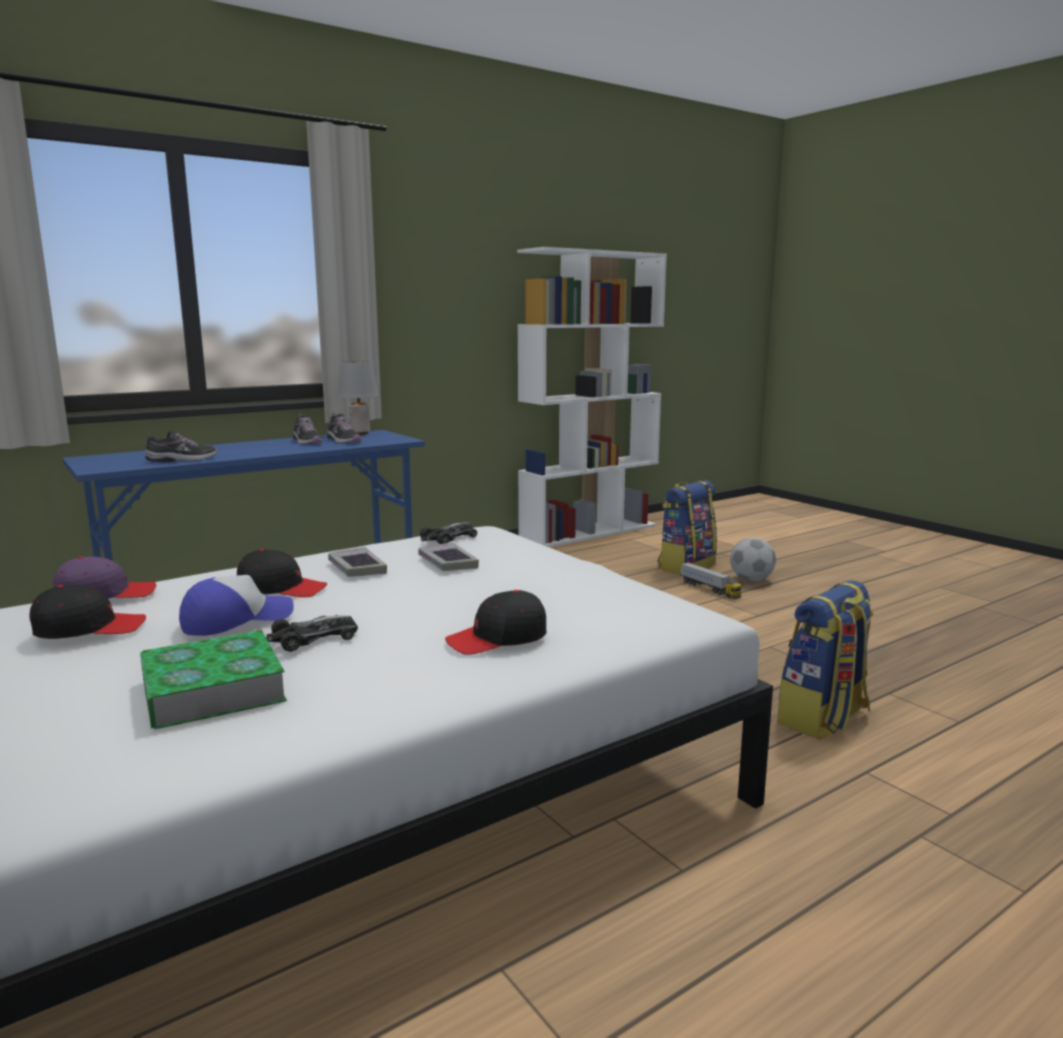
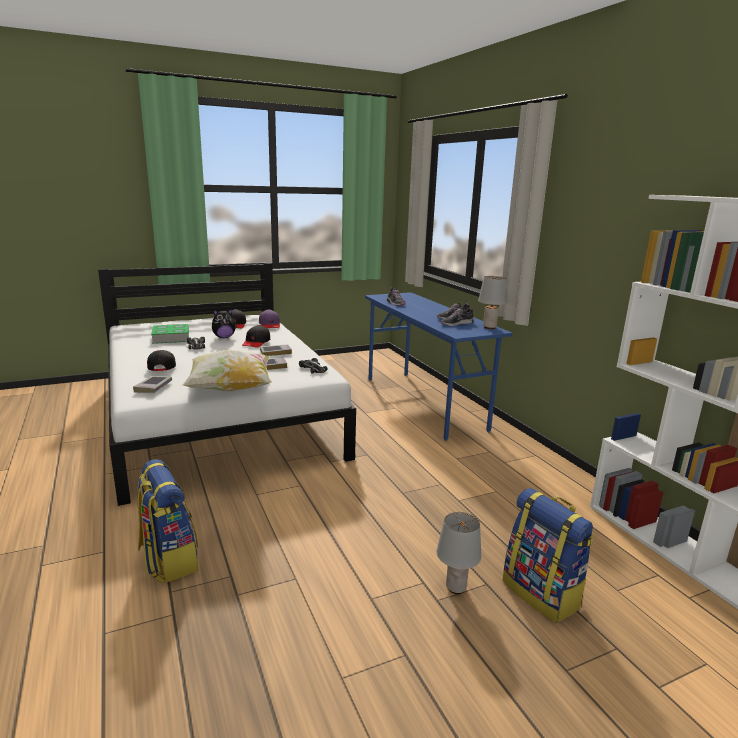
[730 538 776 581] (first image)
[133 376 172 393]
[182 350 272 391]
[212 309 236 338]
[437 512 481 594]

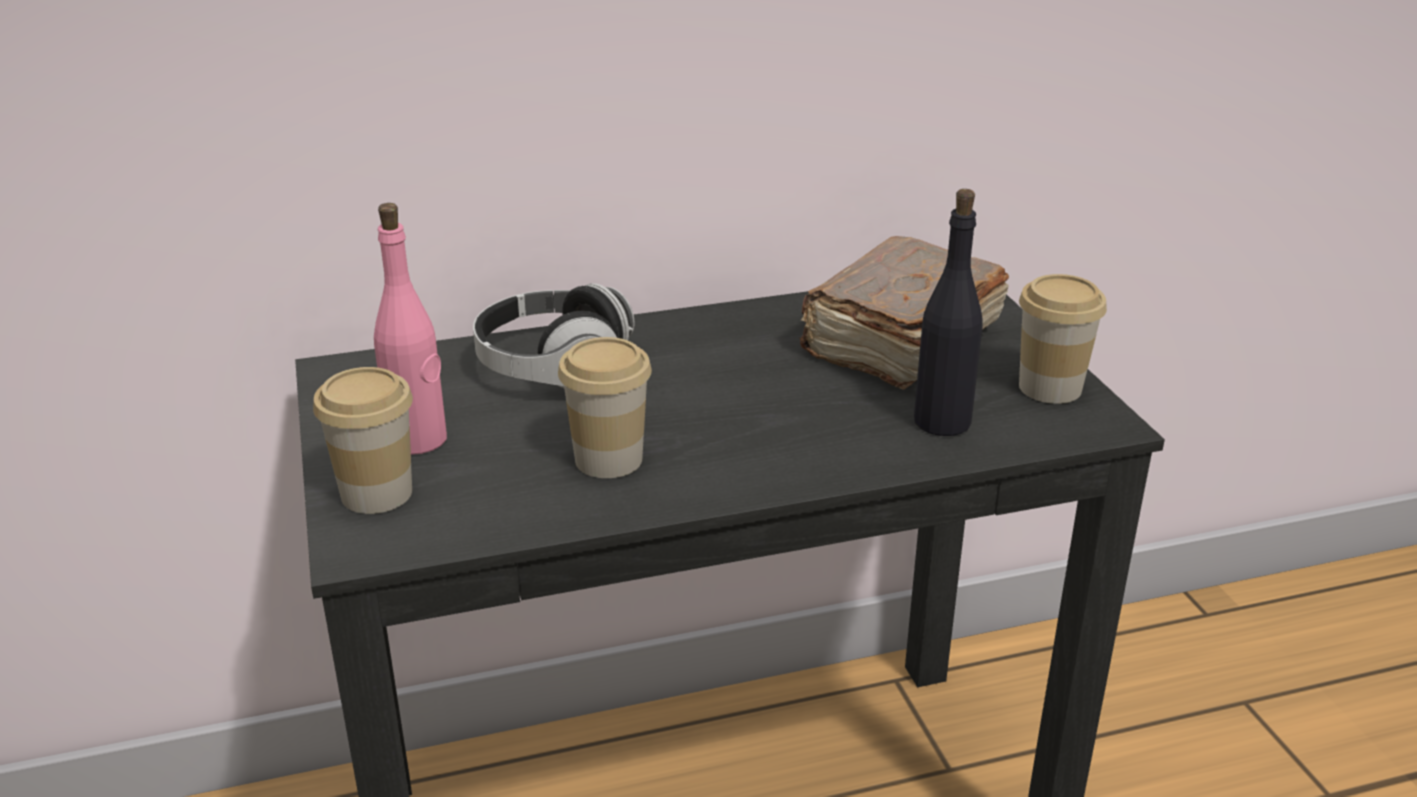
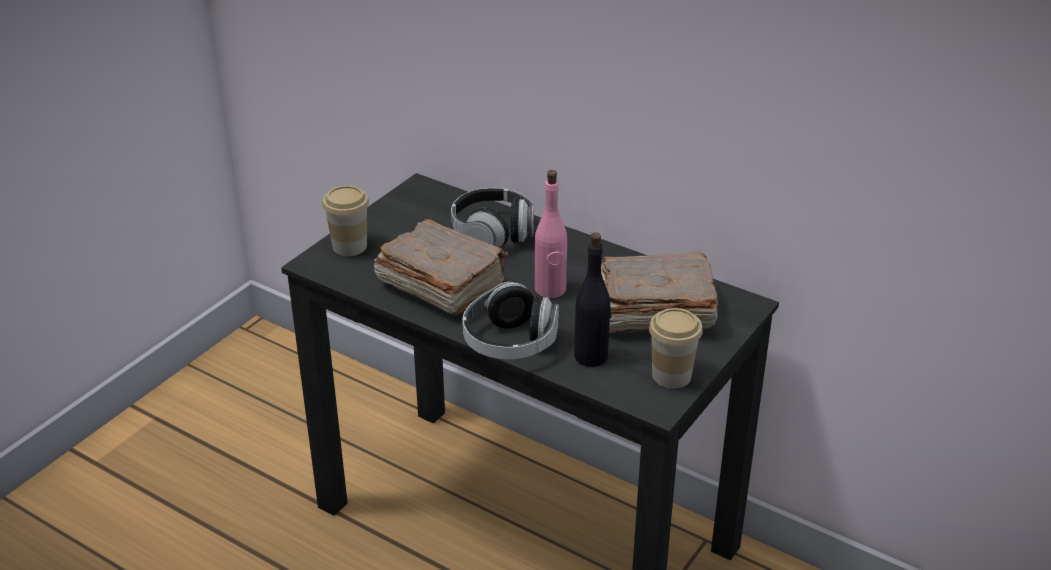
[462 282 559 359]
[535 170 567 298]
[374 219 508 315]

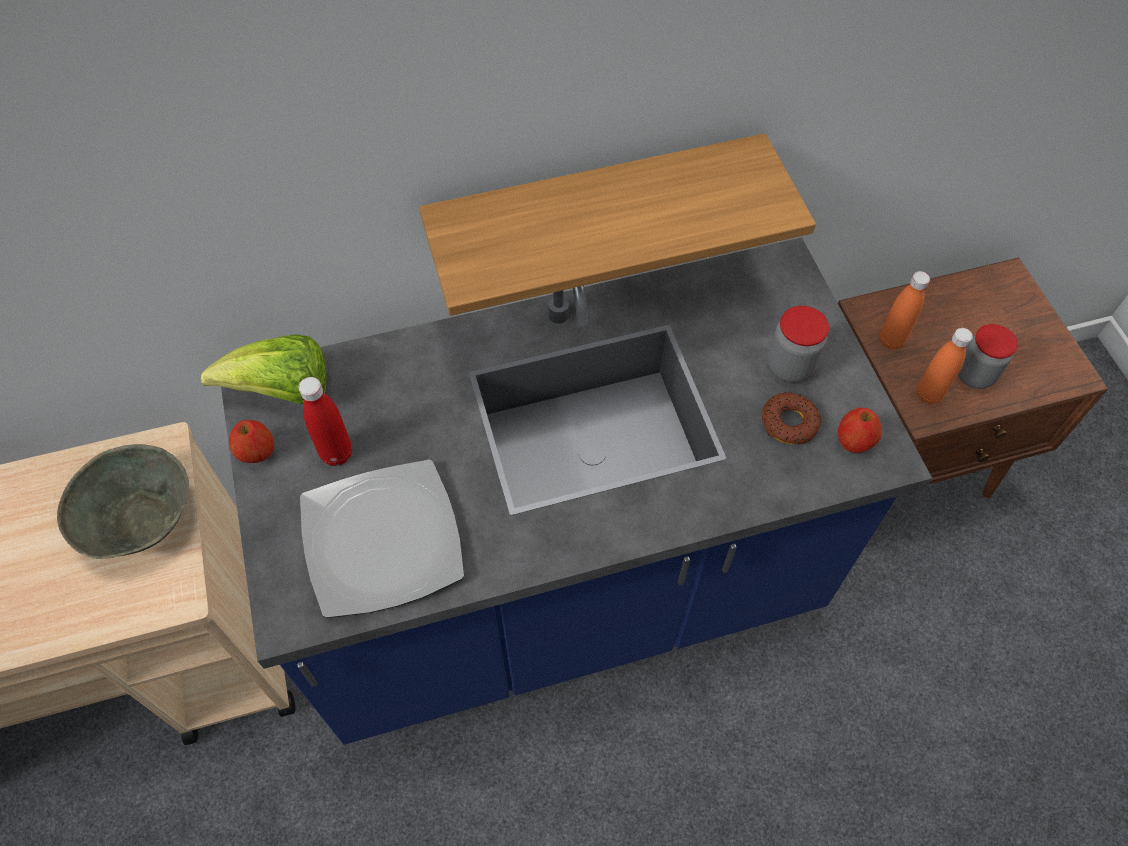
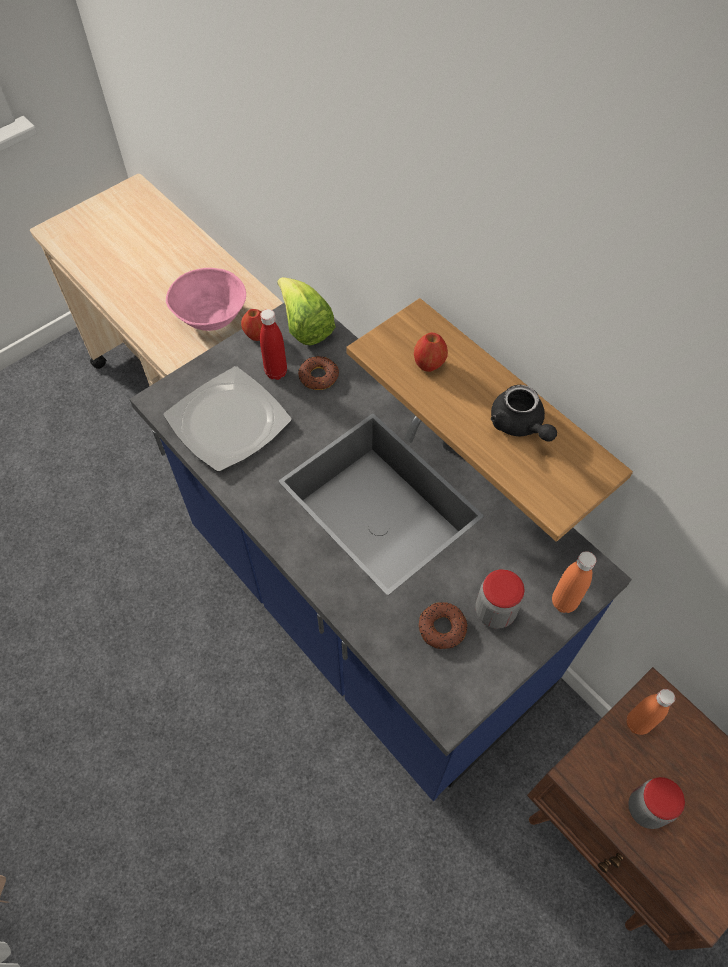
[298 356 339 390]
[491 385 557 442]
[414 332 448 372]
[552 551 596 613]
[166 268 246 331]

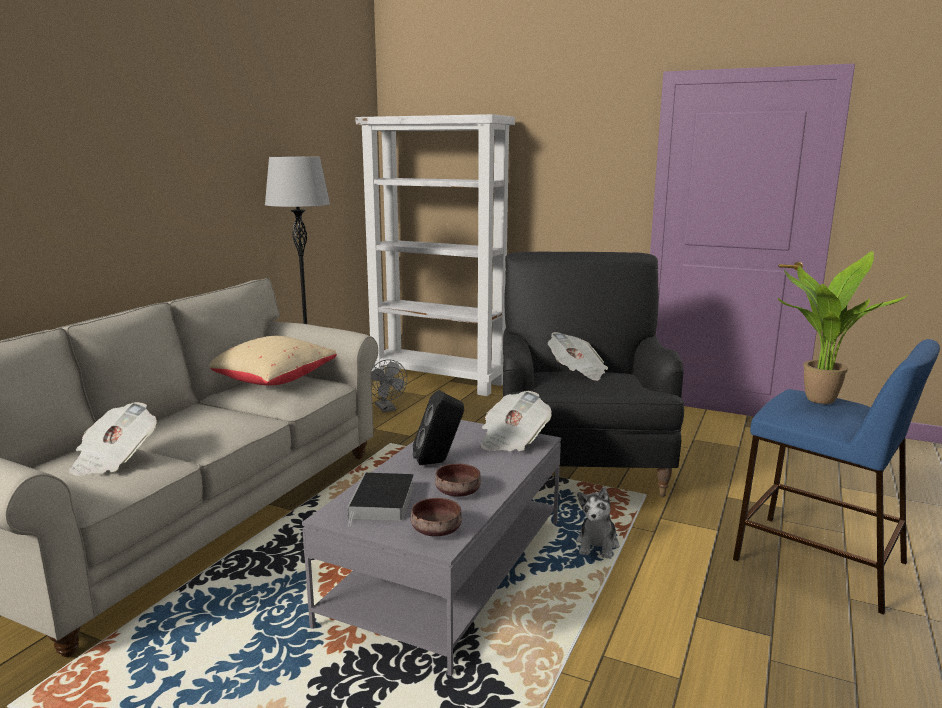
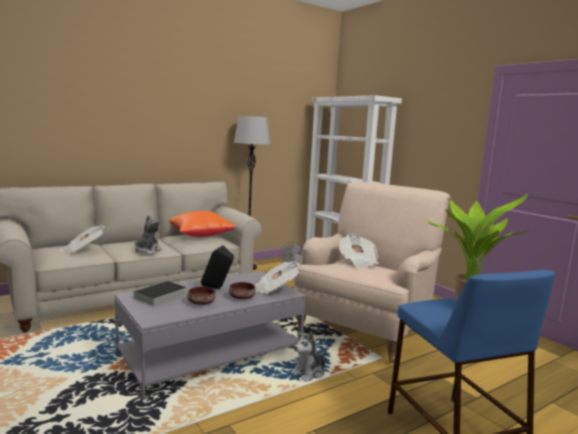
[135 215 162 255]
[229 282 256 299]
[170 211 235 237]
[294 182 450 363]

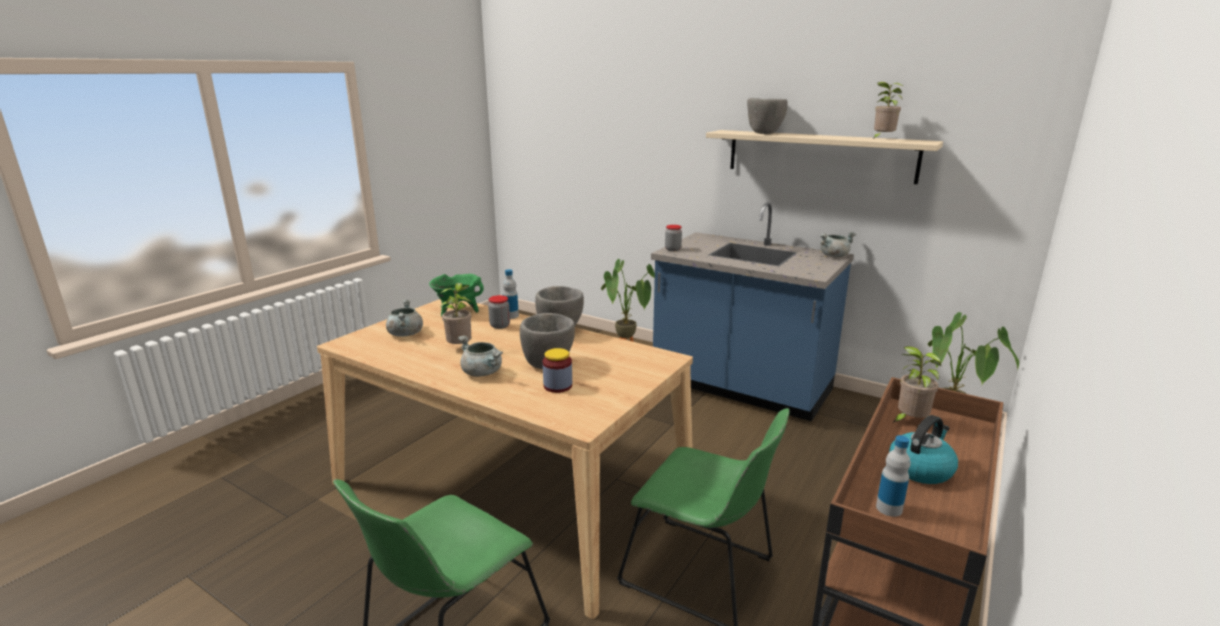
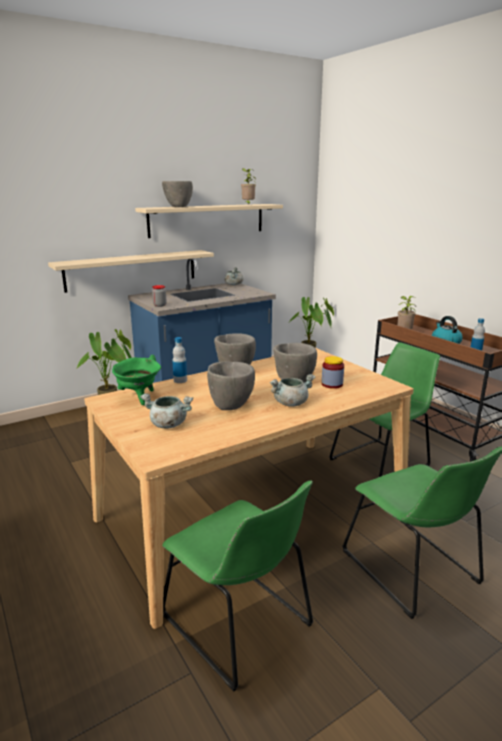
[488 295 510 329] (first image)
[48 250 214 293]
[163 481 313 692]
[207 361 255 410]

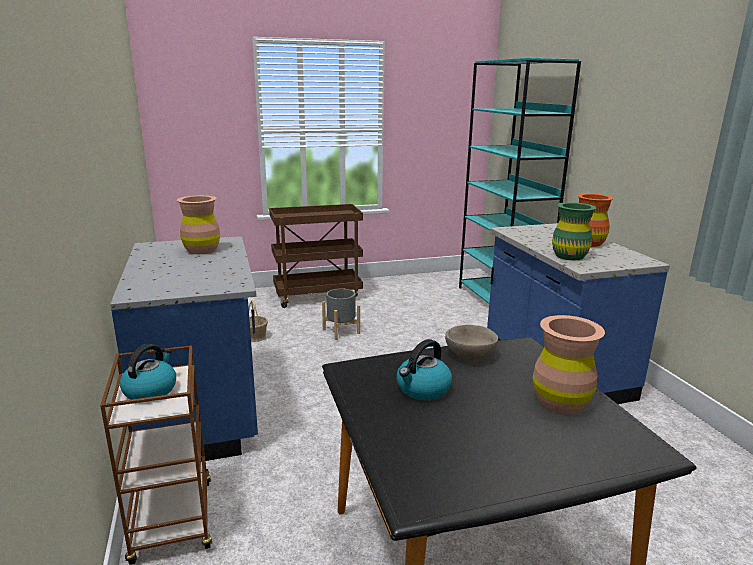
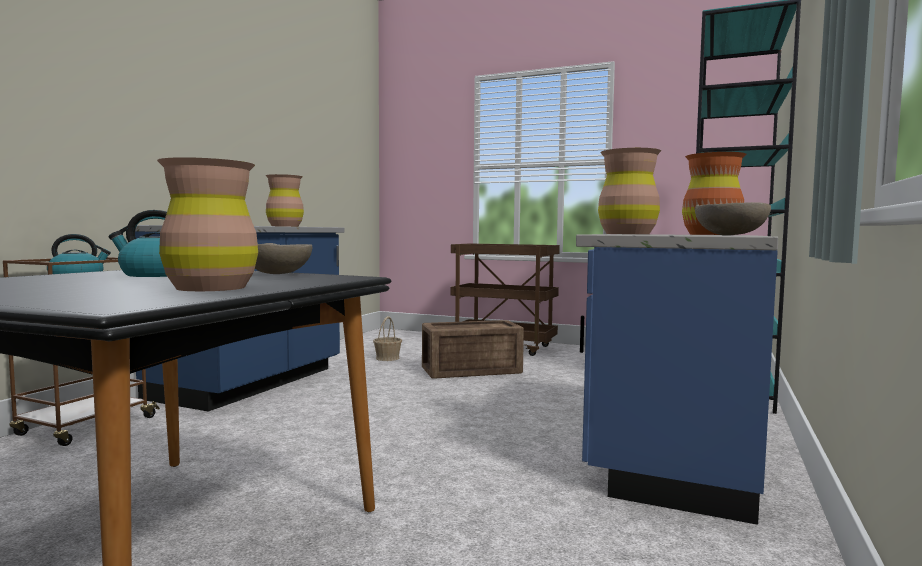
[694 202 771 235]
[422 320 524 379]
[598 148 661 234]

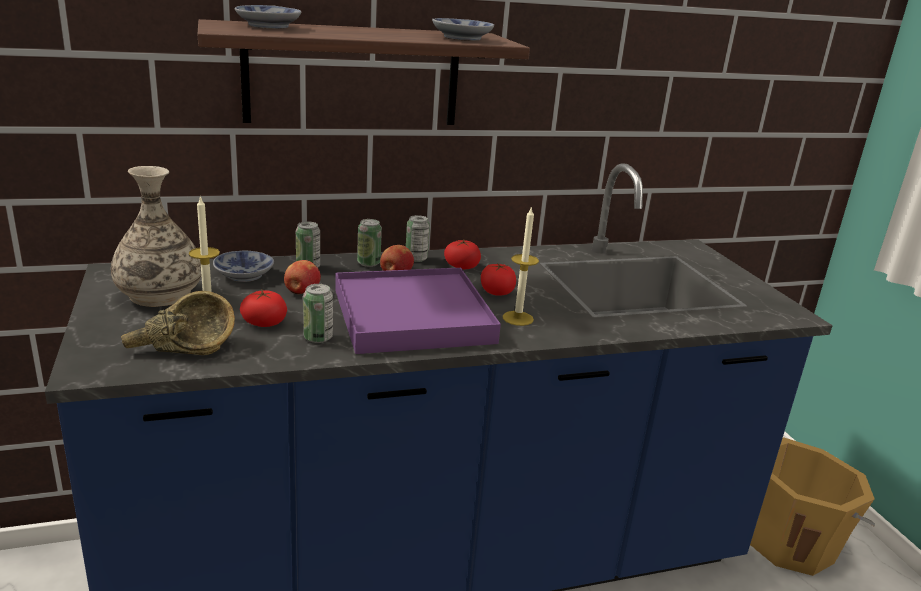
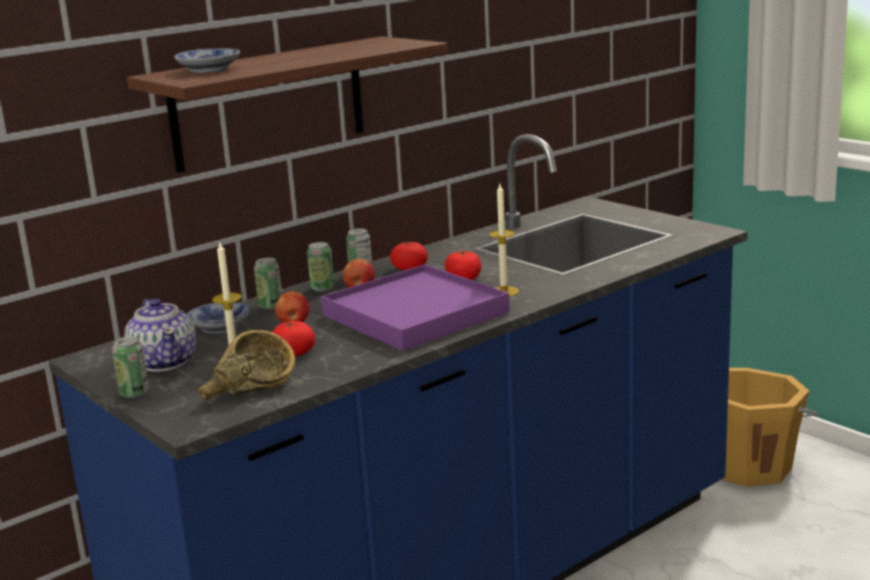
[432 18 494 41] (first image)
[112 336 149 398]
[124 298 197 372]

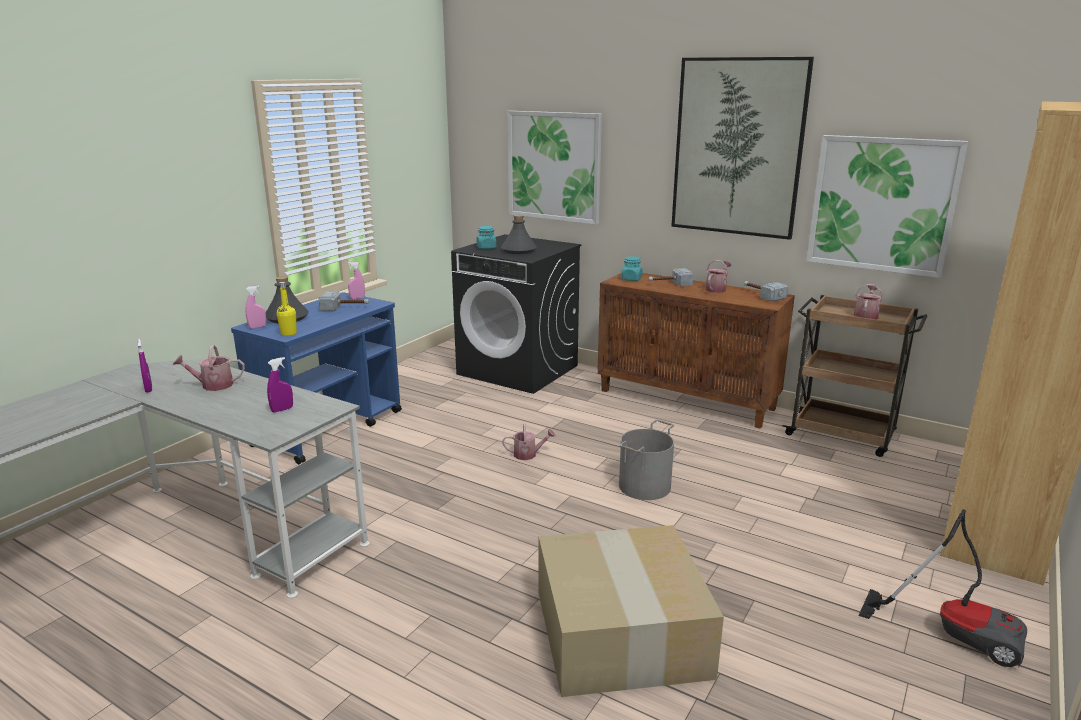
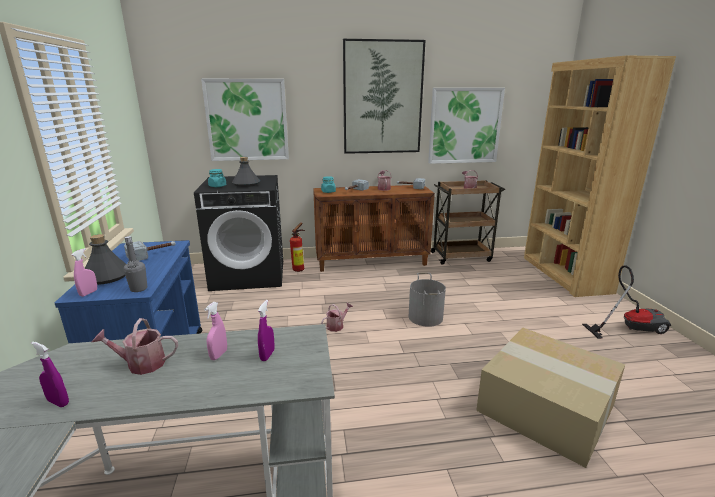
[290 223 305 272]
[204 302 227 360]
[124 236 147 292]
[91 318 178 375]

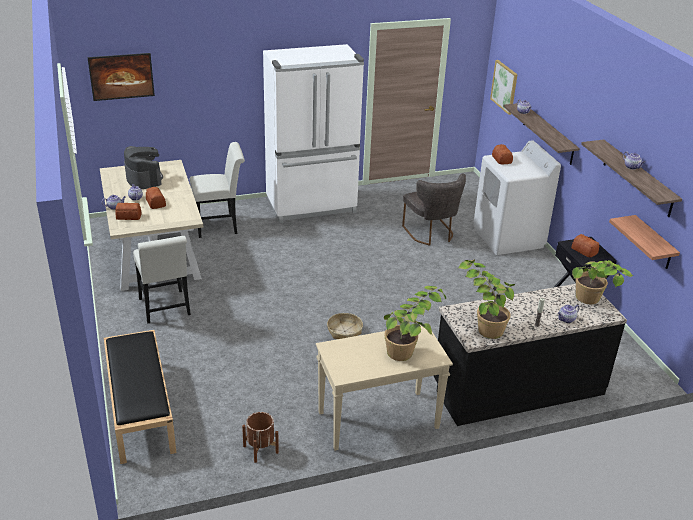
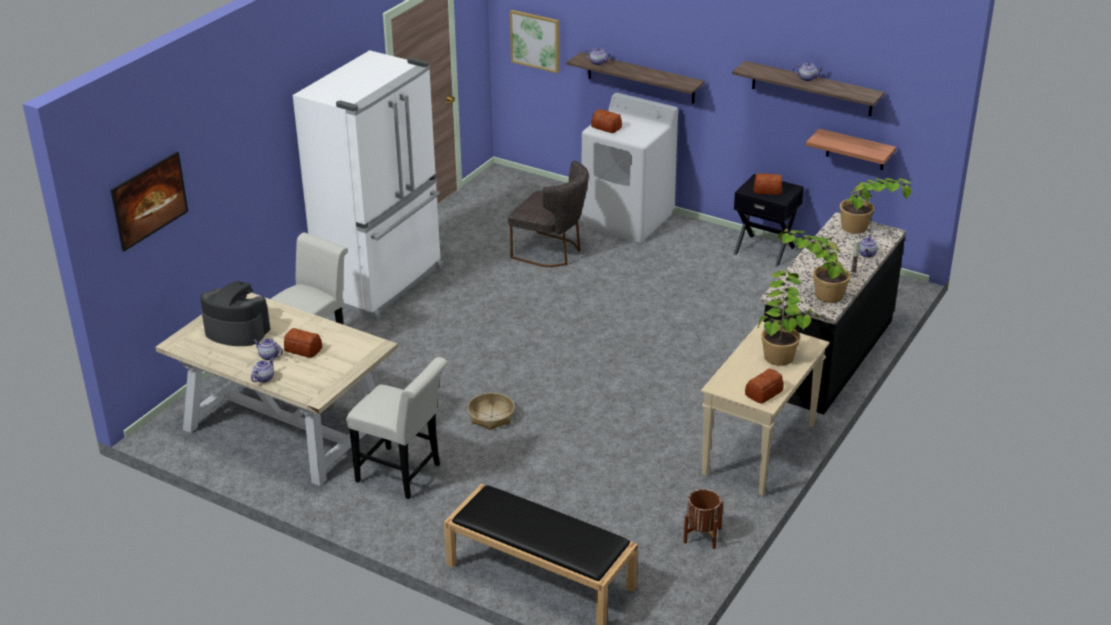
[745 368 784 404]
[468 393 515 430]

